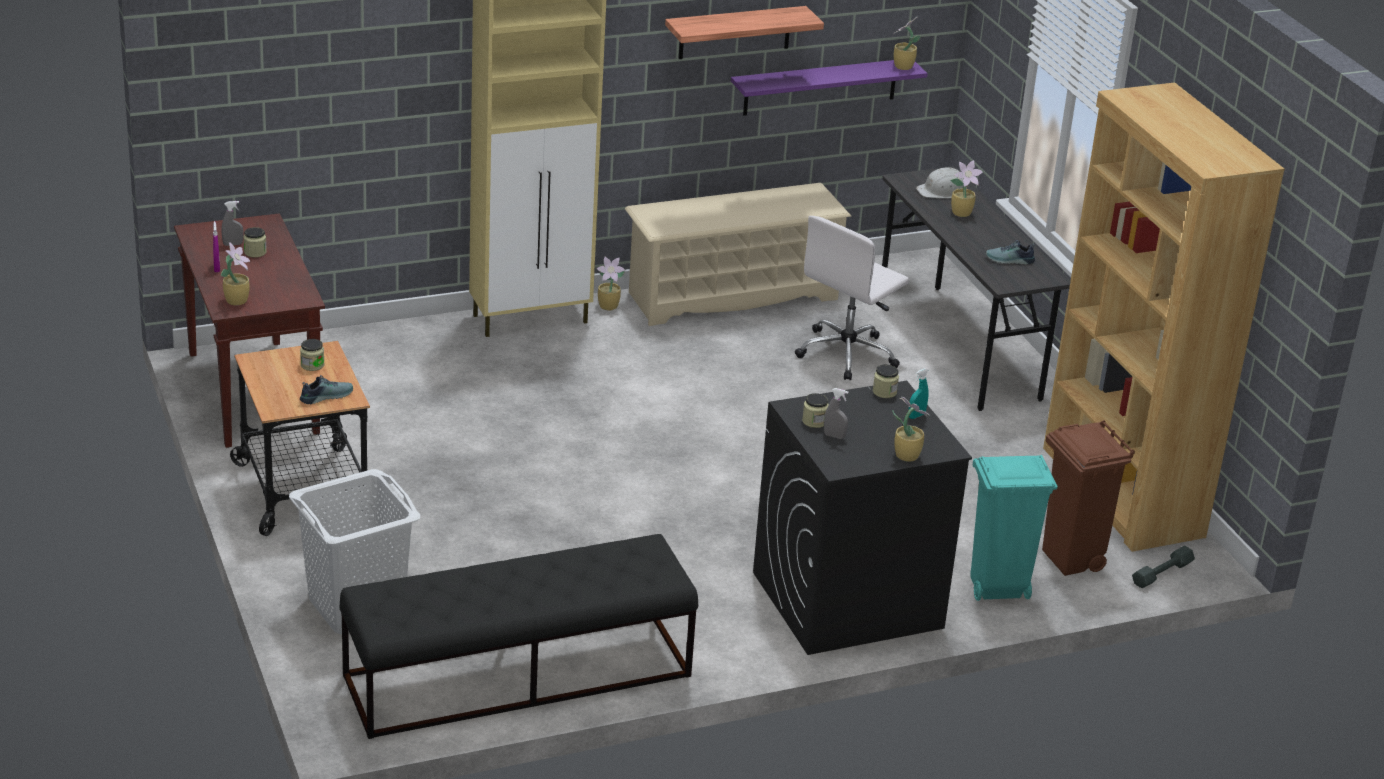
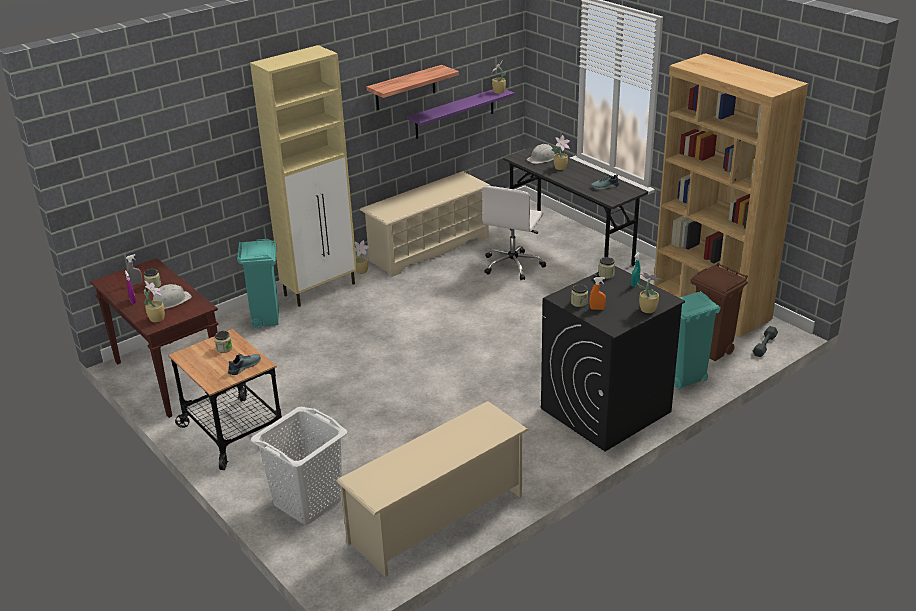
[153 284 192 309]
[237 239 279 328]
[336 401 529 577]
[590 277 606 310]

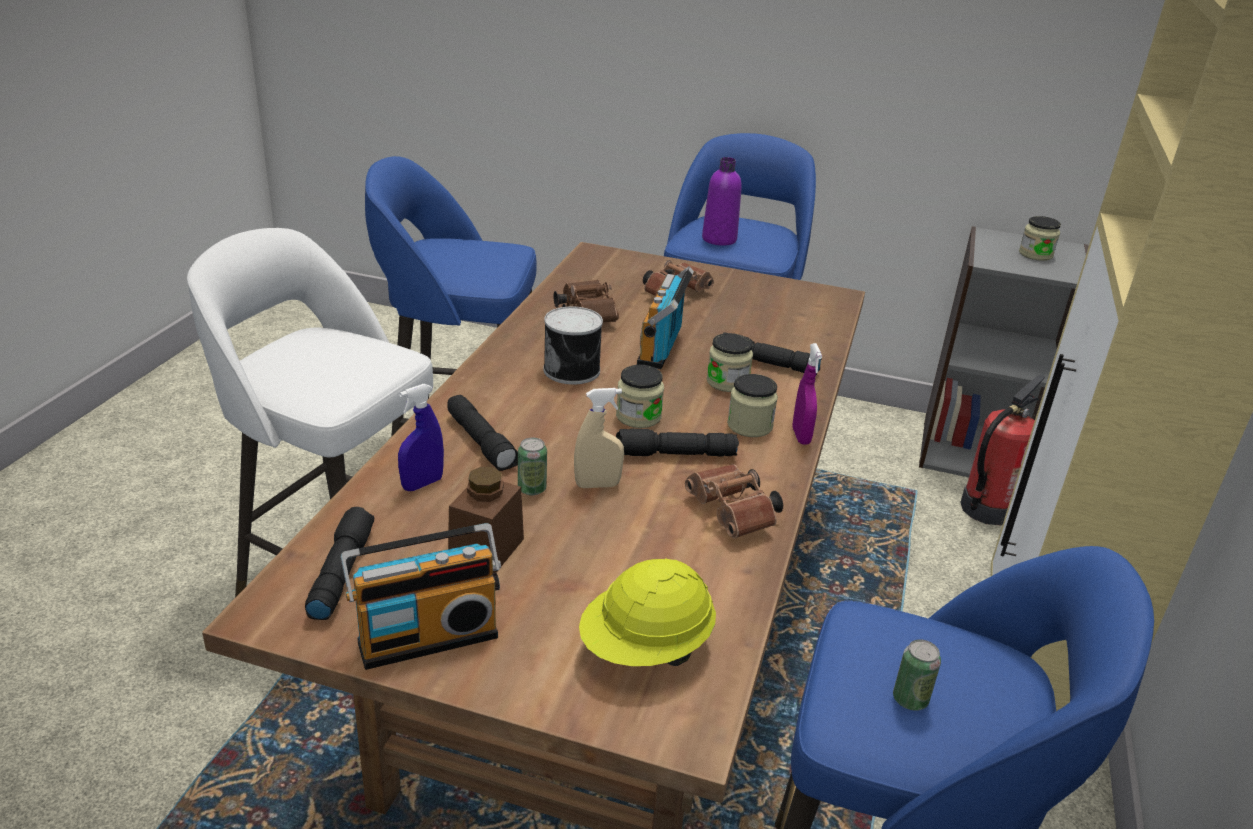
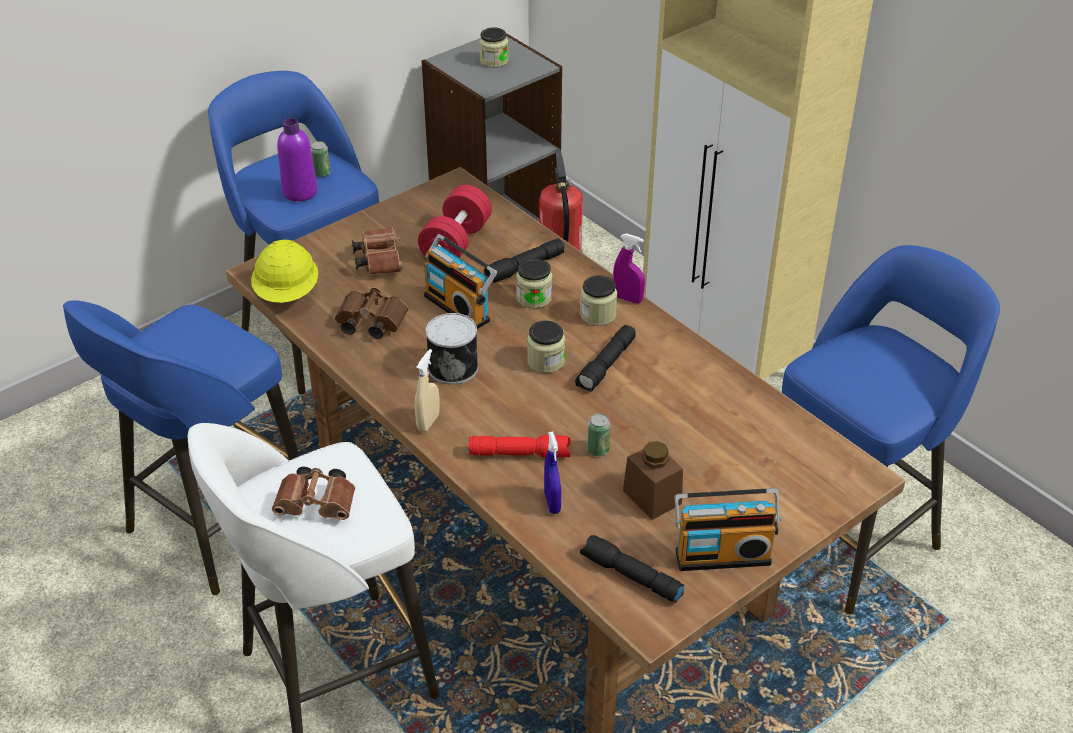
[418 185 492 259]
[415 349 440 432]
[251 240 318 303]
[272 467 355 520]
[311 141 330 177]
[468 435 570 458]
[674 488 781 571]

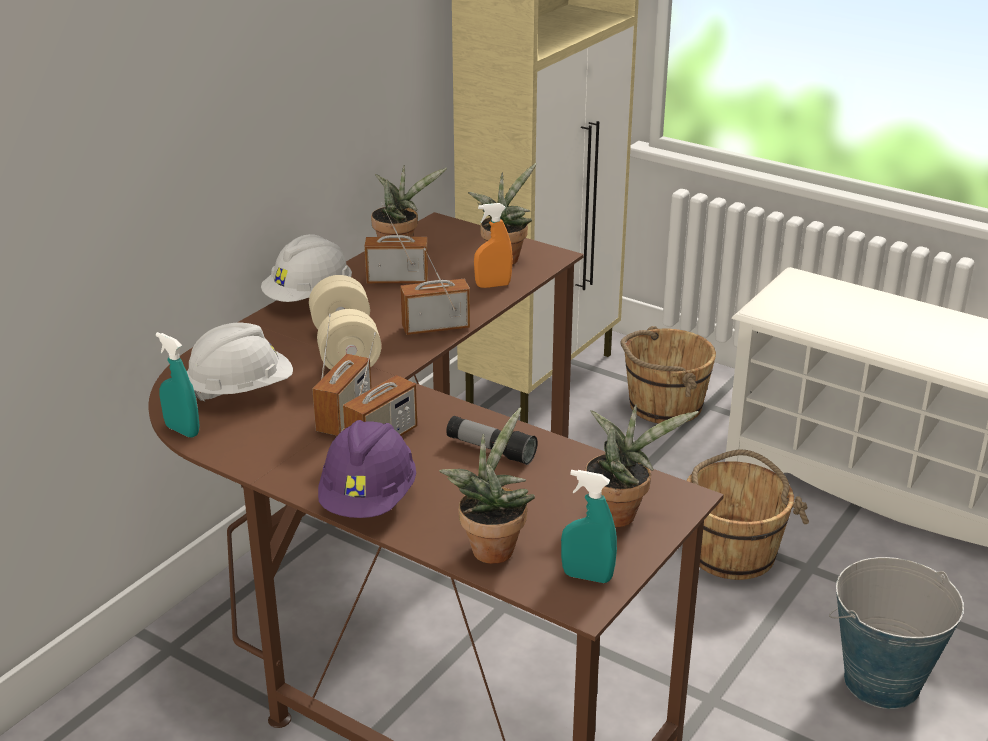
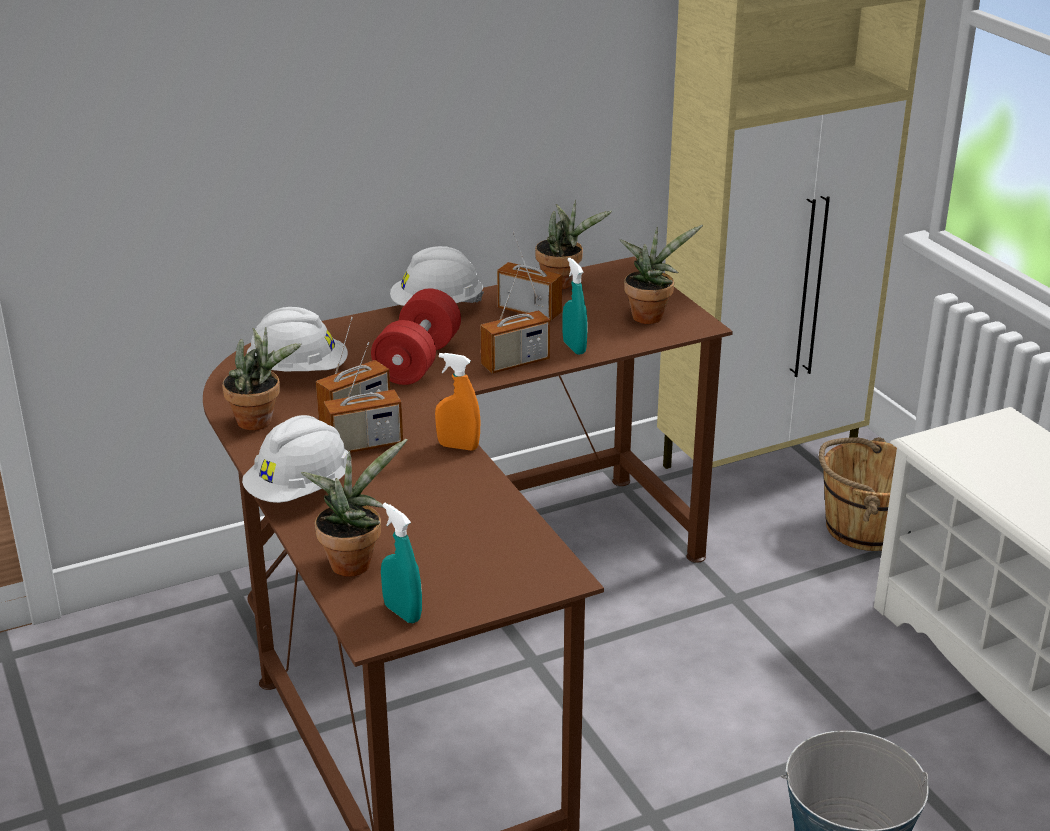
[446 416 538 465] (first image)
[686 450 809 580] (first image)
[563 258 587 355]
[435 353 480 451]
[222 327 302 430]
[371 289 461 385]
[242 415 348 503]
[481 267 550 373]

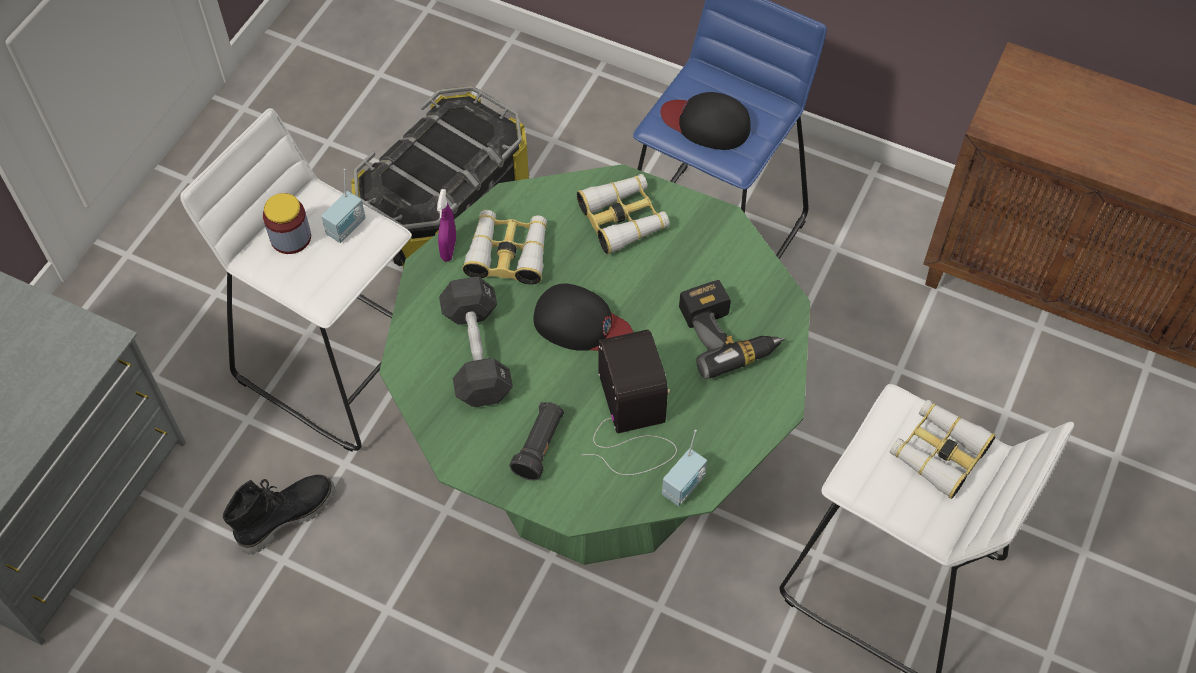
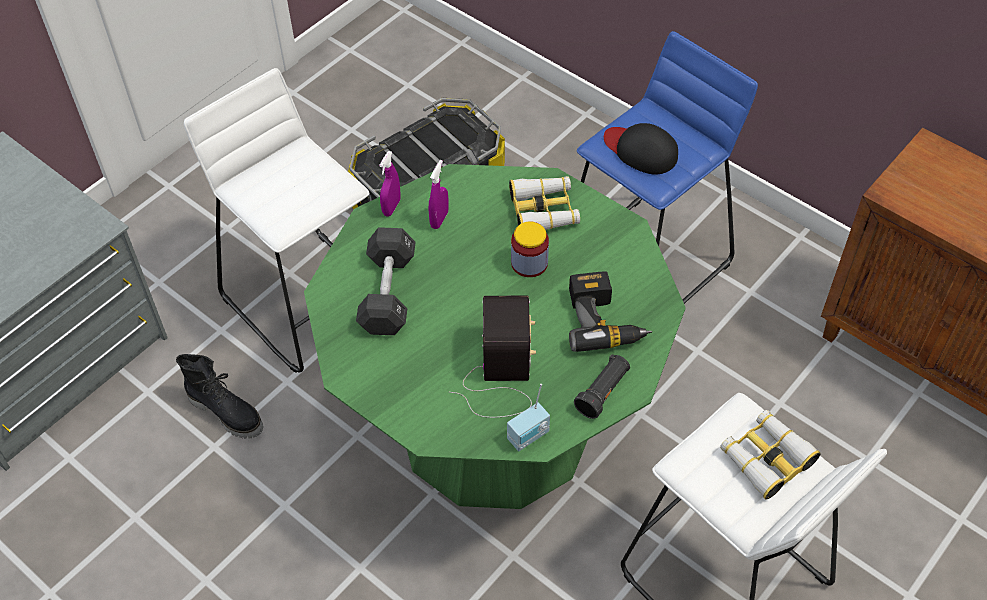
[321 169 366 243] (first image)
[533 284 633 351] (first image)
[511 222 549 277]
[574 354 630 419]
[428 160 449 229]
[176 354 263 439]

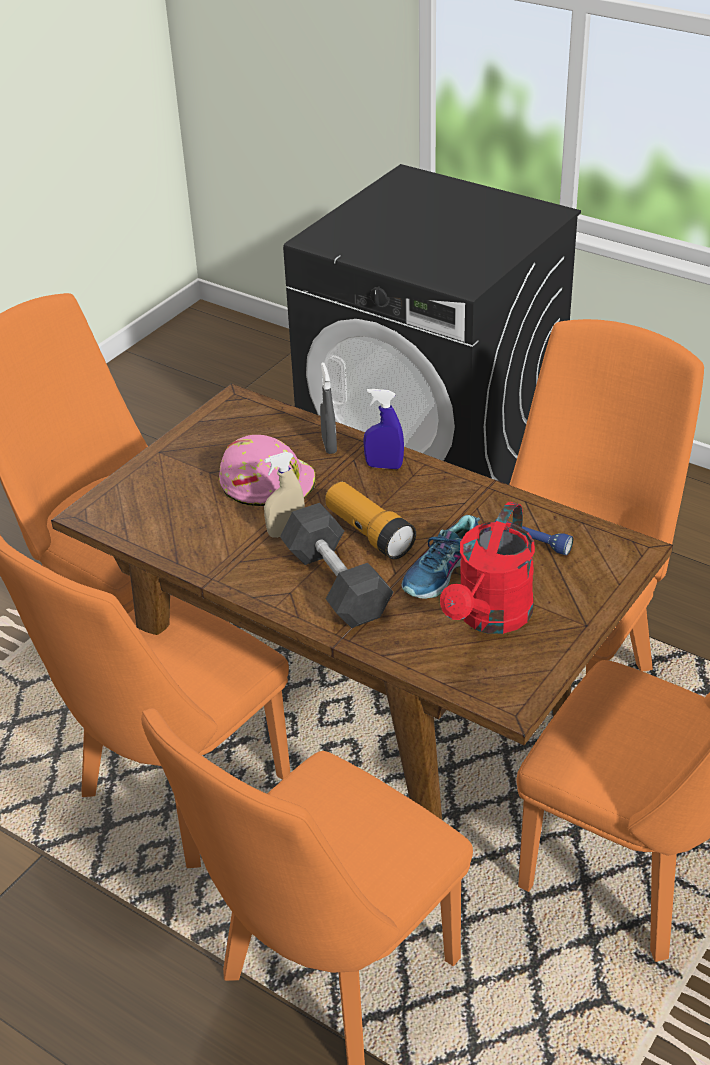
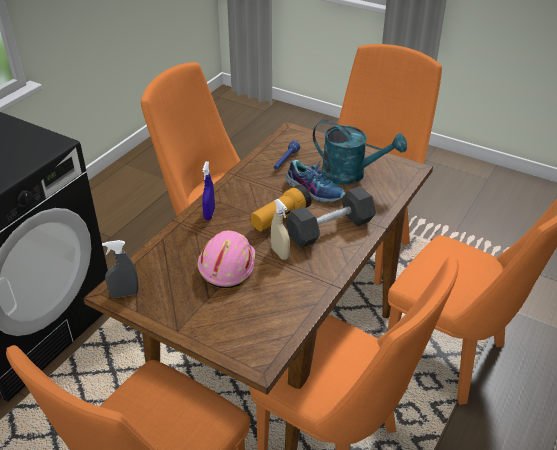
[102 240 139 298]
[313 120 407 185]

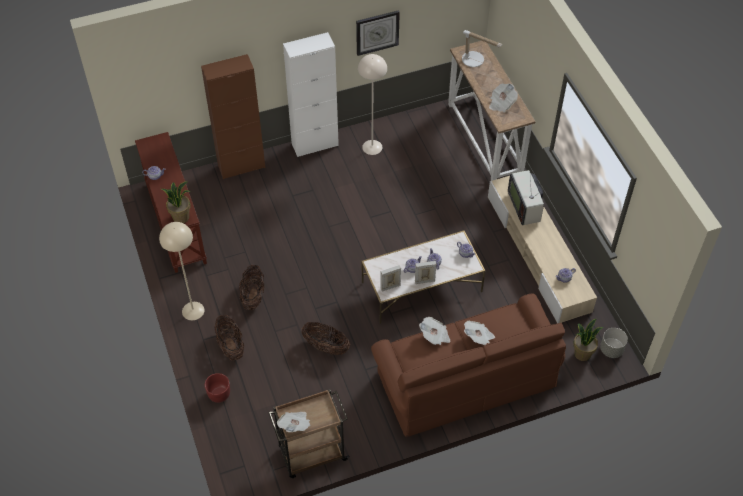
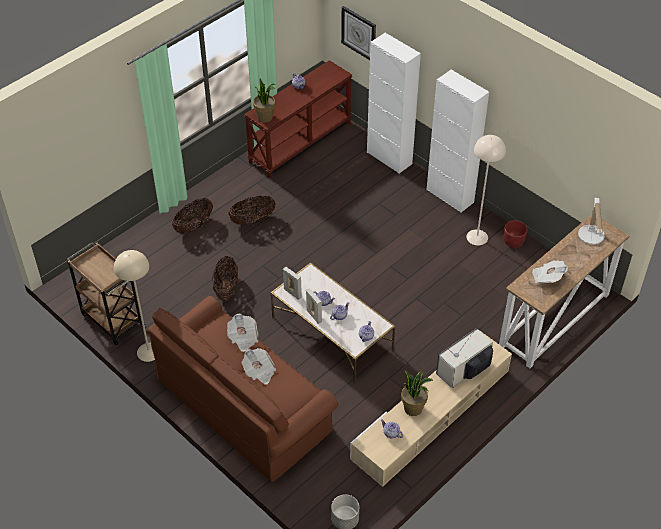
[277 412 310 432] (first image)
[114 250 155 362]
[504 220 528 248]
[341 6 376 60]
[401 370 433 416]
[367 33 421 174]

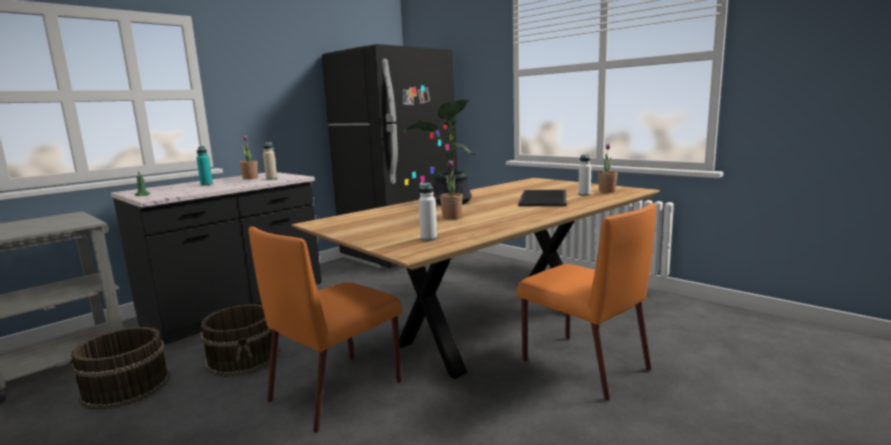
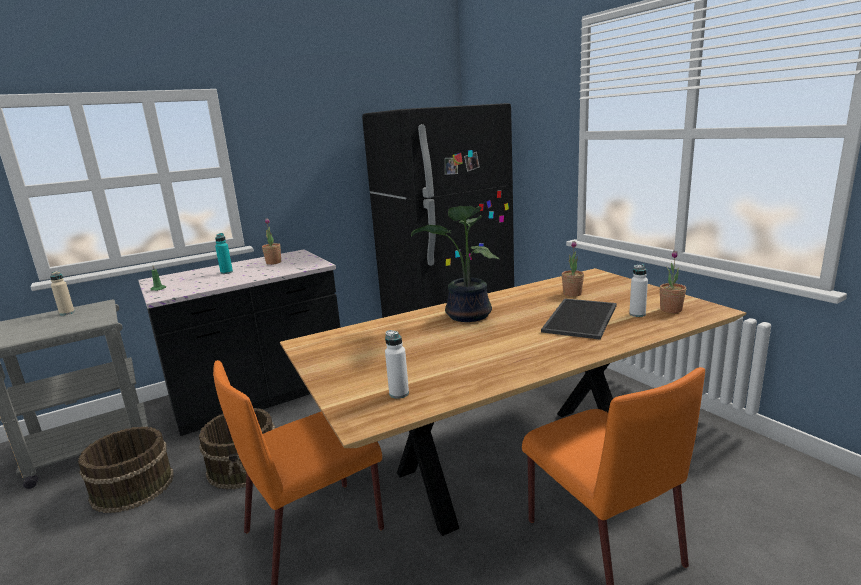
[50 271 75 315]
[562 241 584 297]

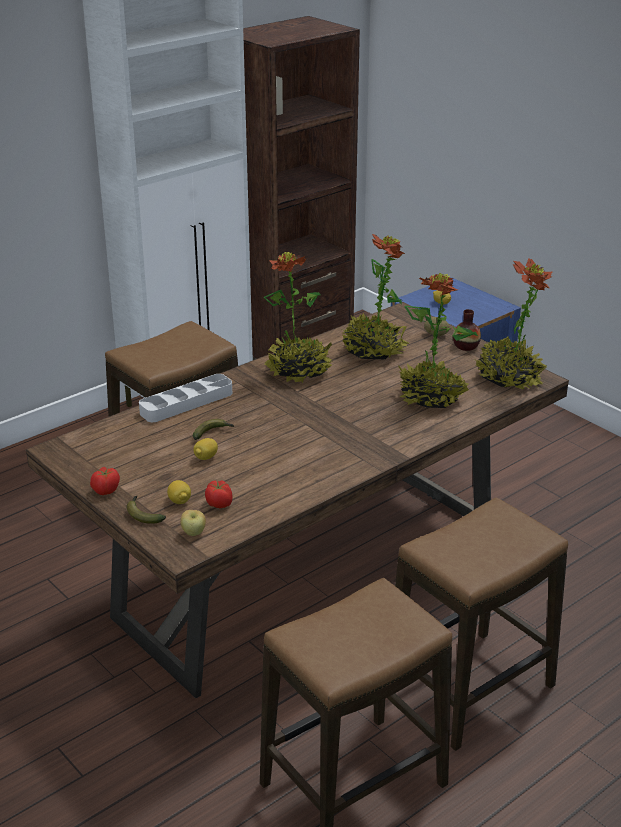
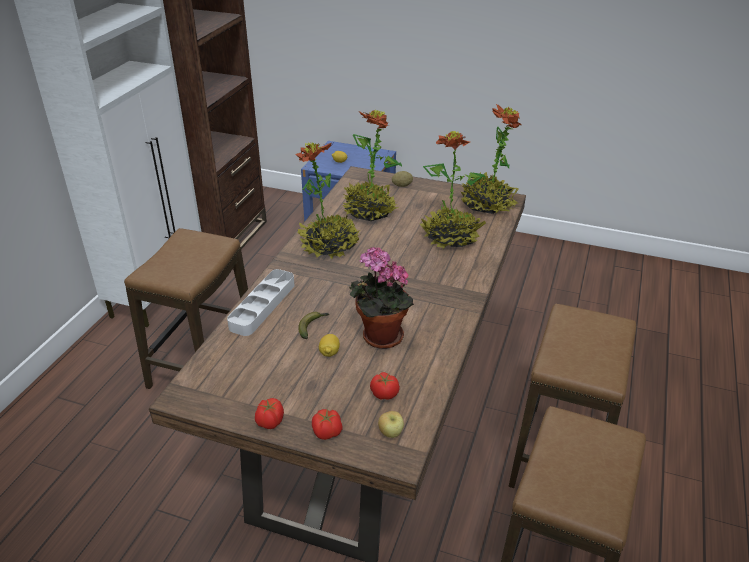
[167 480 191 504] (first image)
[453 309 481 351] (first image)
[349 247 414 349]
[312 408 343 440]

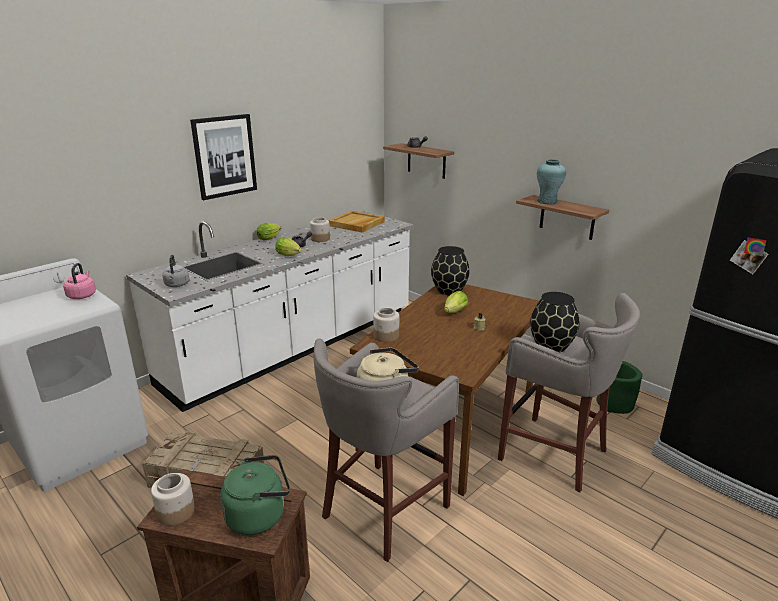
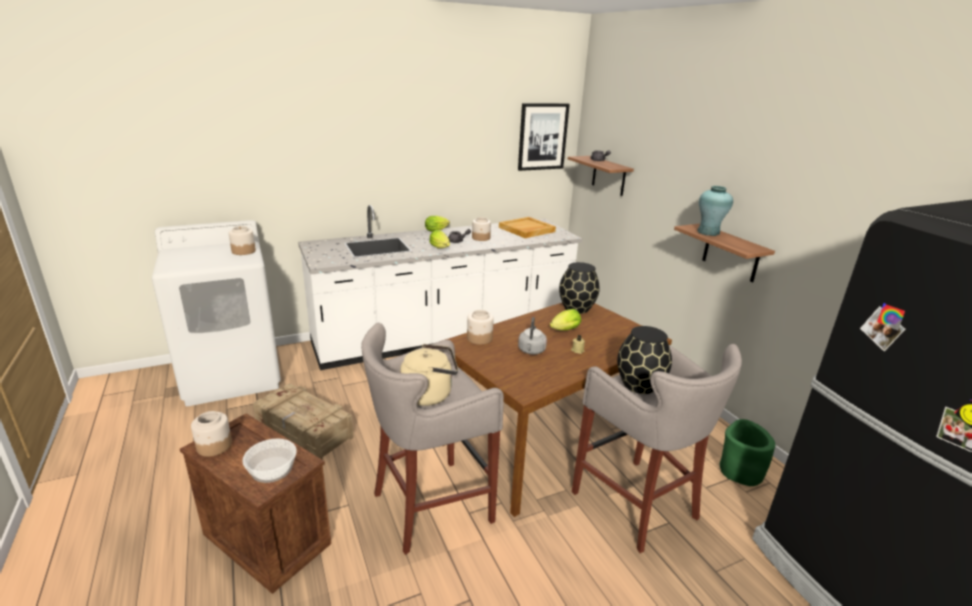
[518 317 547 355]
[518 103 570 171]
[229 226 256 255]
[242 439 297 483]

